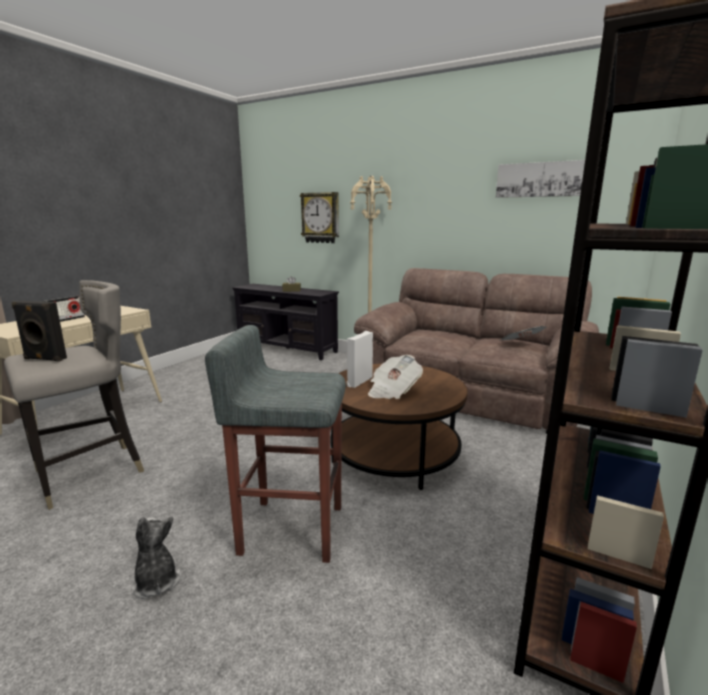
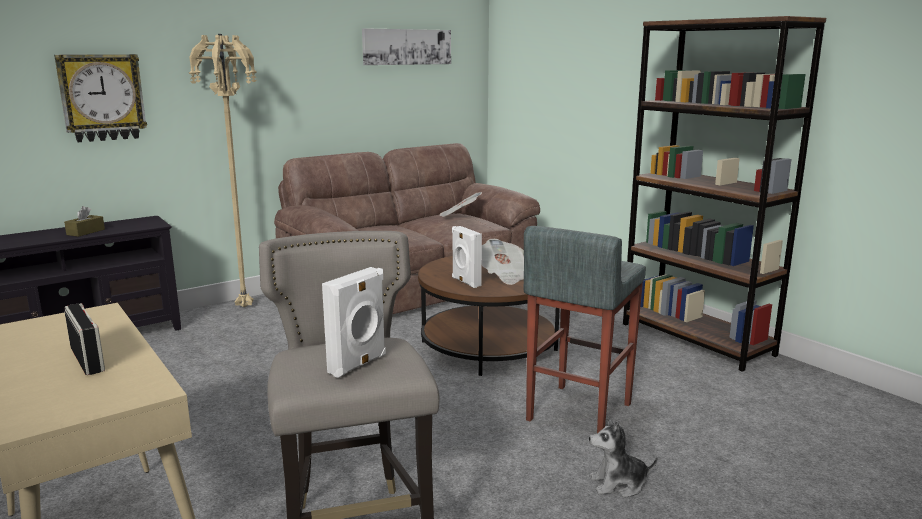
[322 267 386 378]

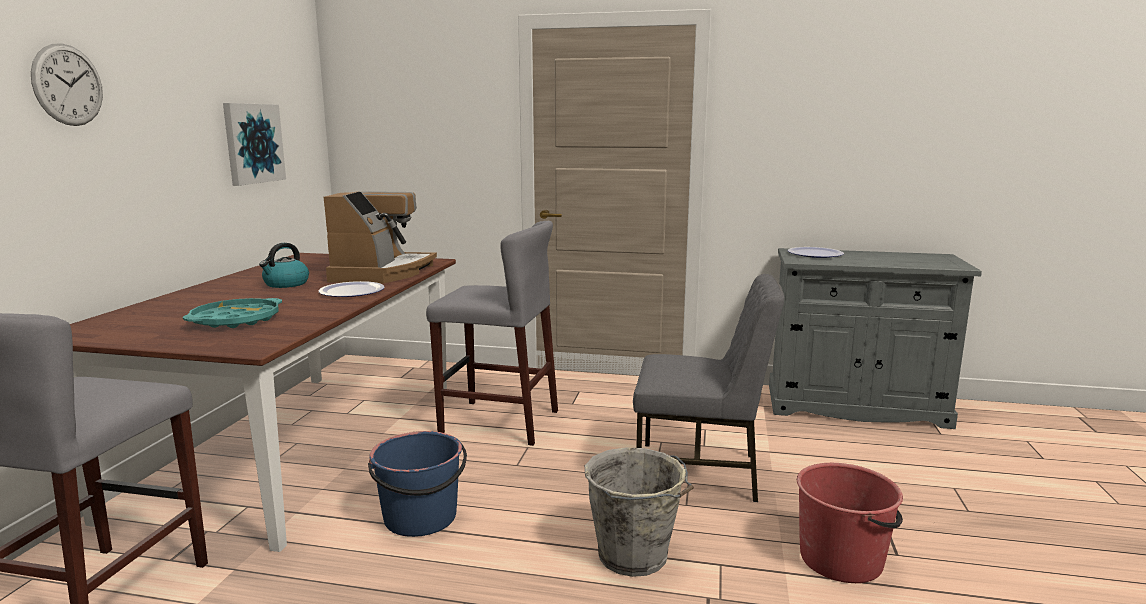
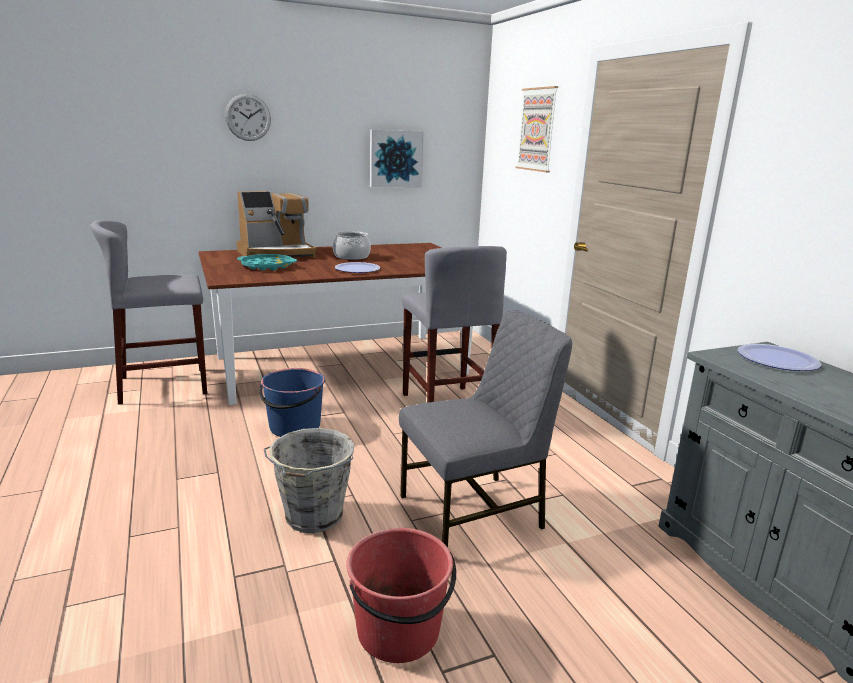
[237 191 316 258]
[333 231 371 260]
[399 310 572 547]
[515 86 558 172]

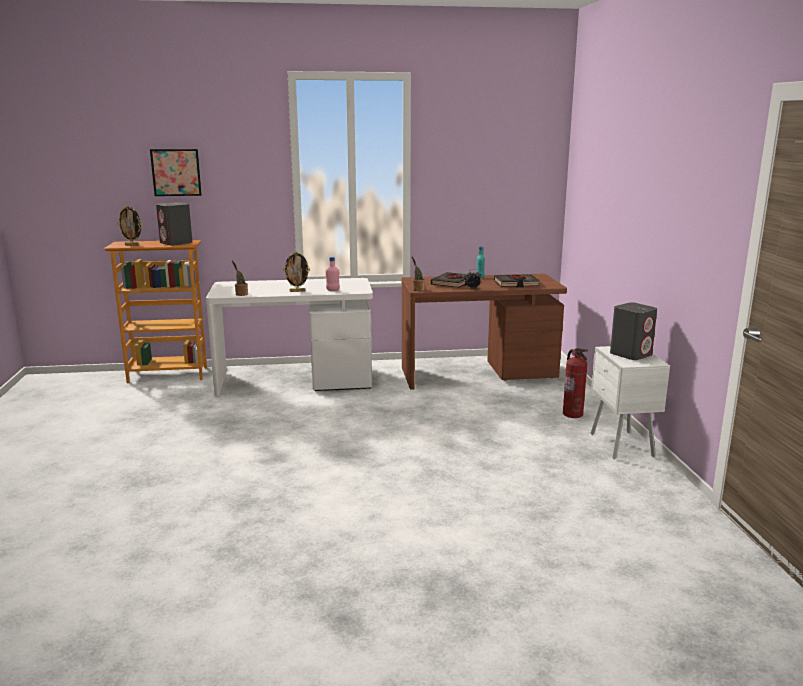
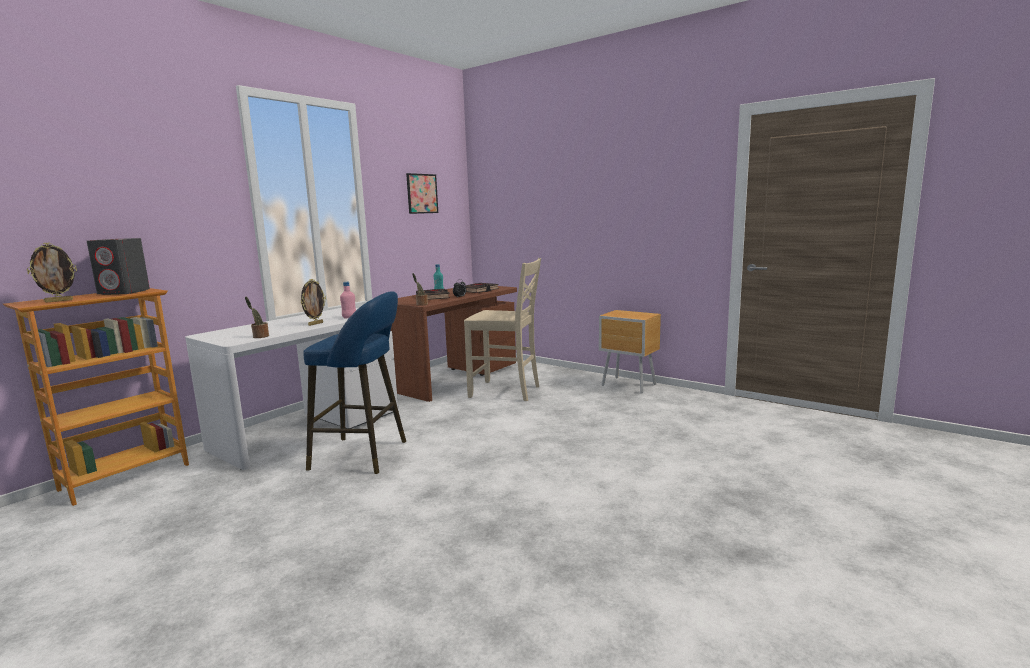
[406 173 438 214]
[610 302 657 360] (first image)
[599 310 661 393]
[563 348 588 418] (first image)
[464 258 541 401]
[303 291 406 474]

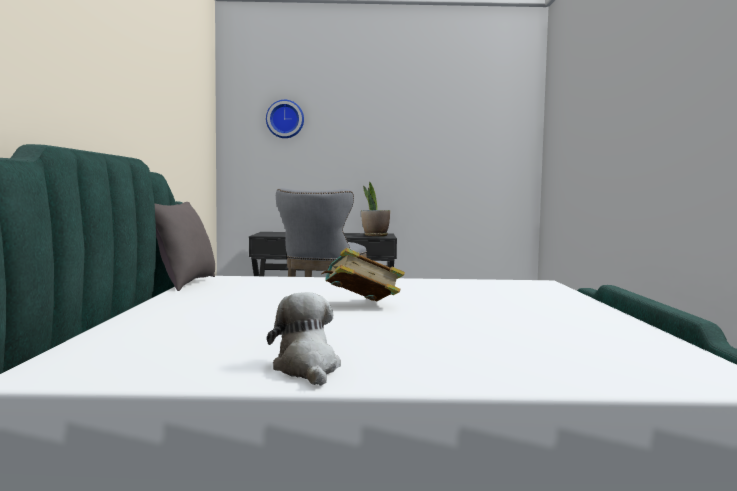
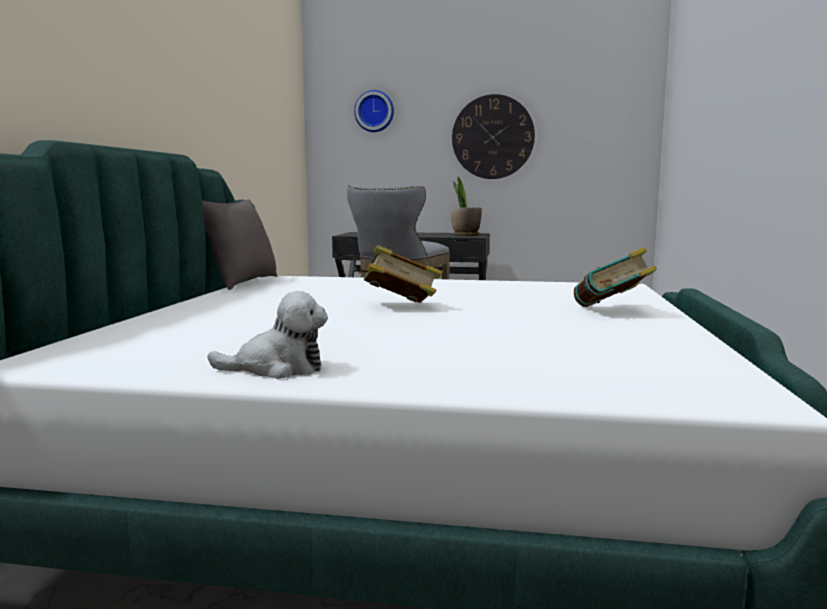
[207 291 328 379]
[452 94 535 179]
[574 247 657 307]

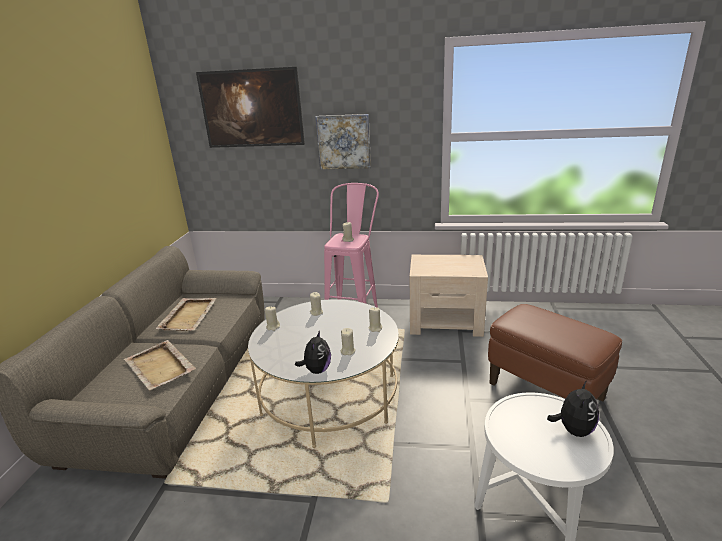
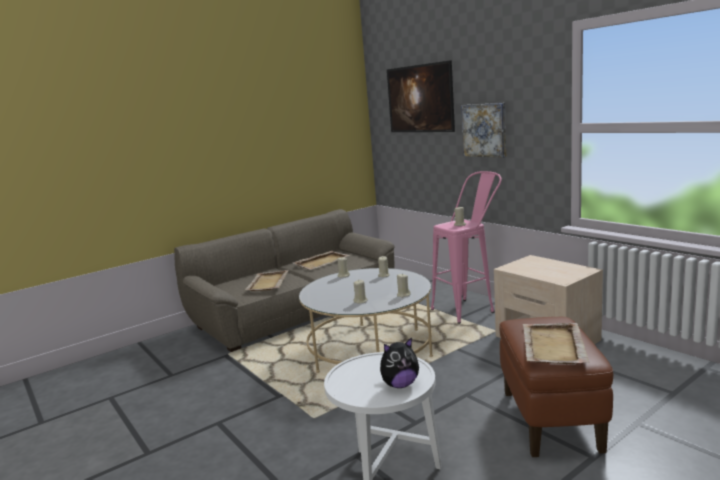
[295 330 331 374] (first image)
[522 323 590 364]

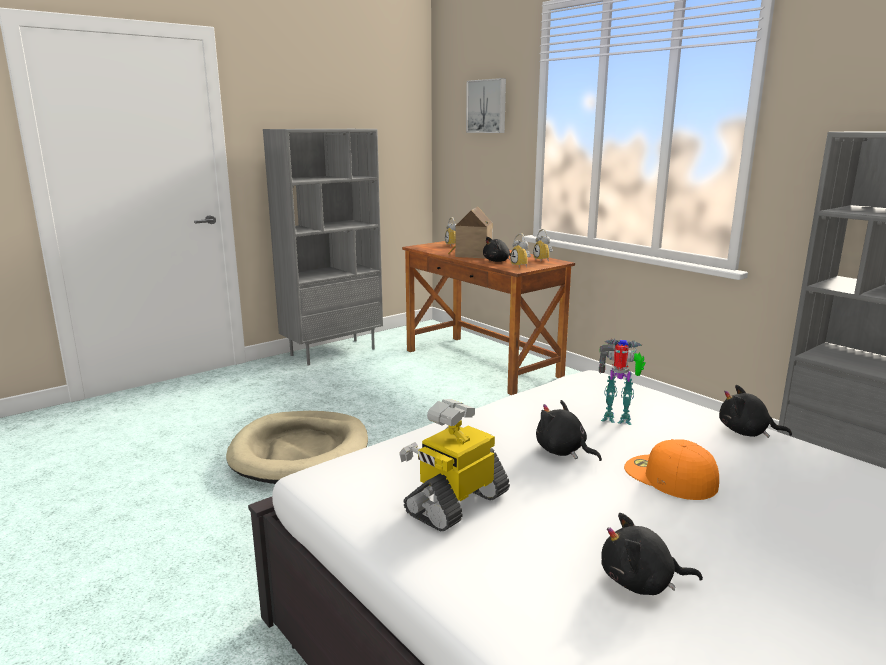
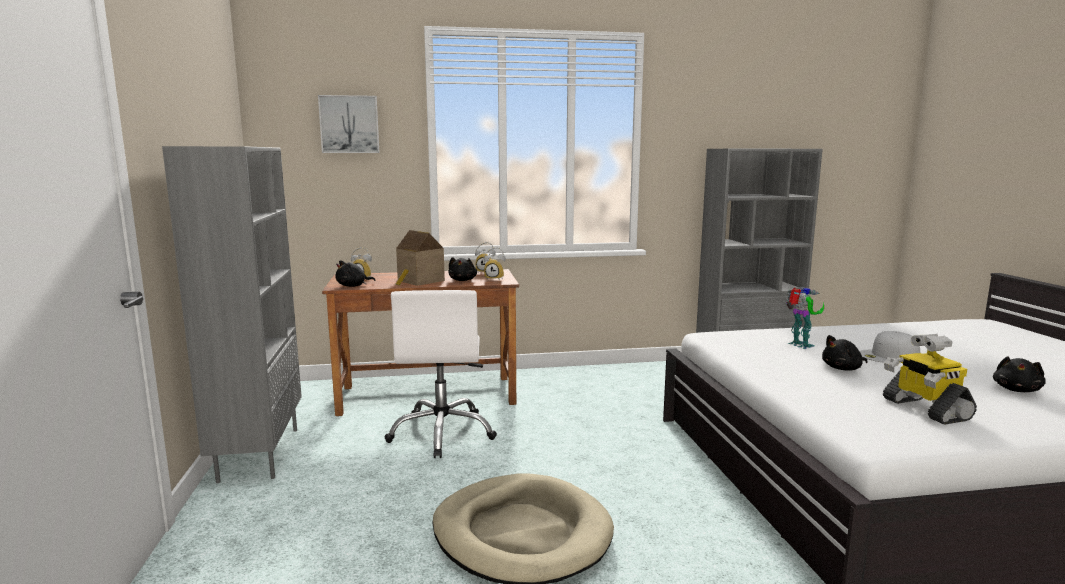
[786 287 824 349]
[335 260 376 287]
[860 331 920 362]
[384 290 497 458]

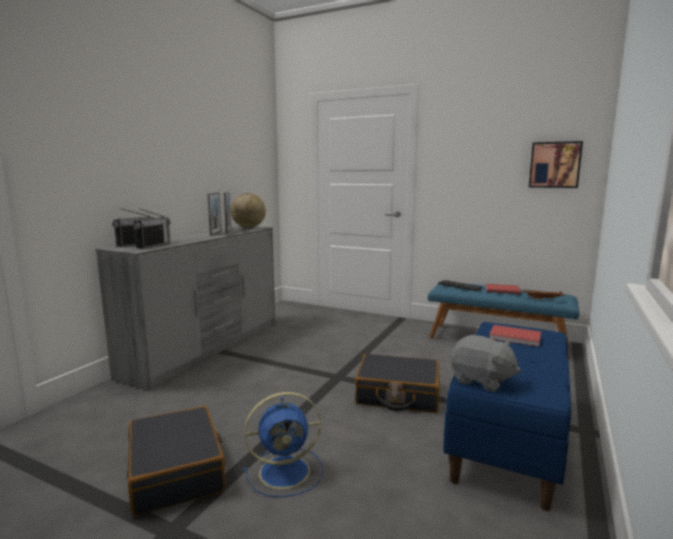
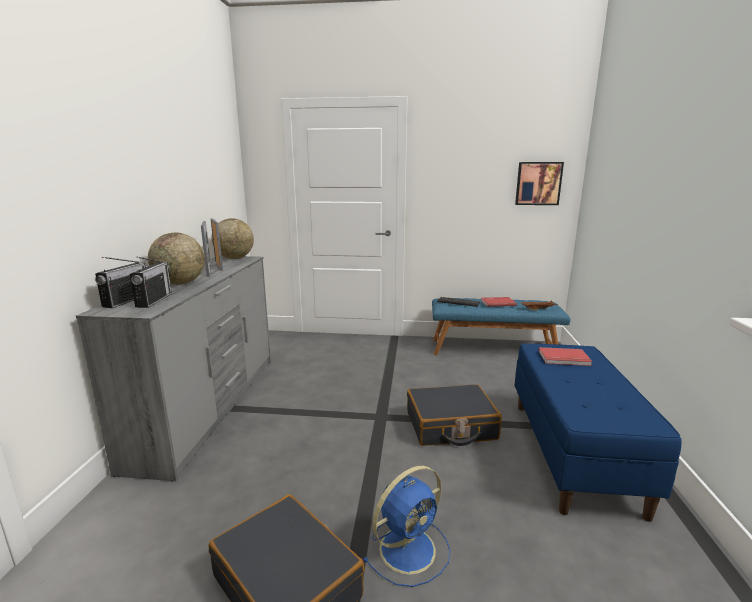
[451 335 521 392] (first image)
[148 232 205 285]

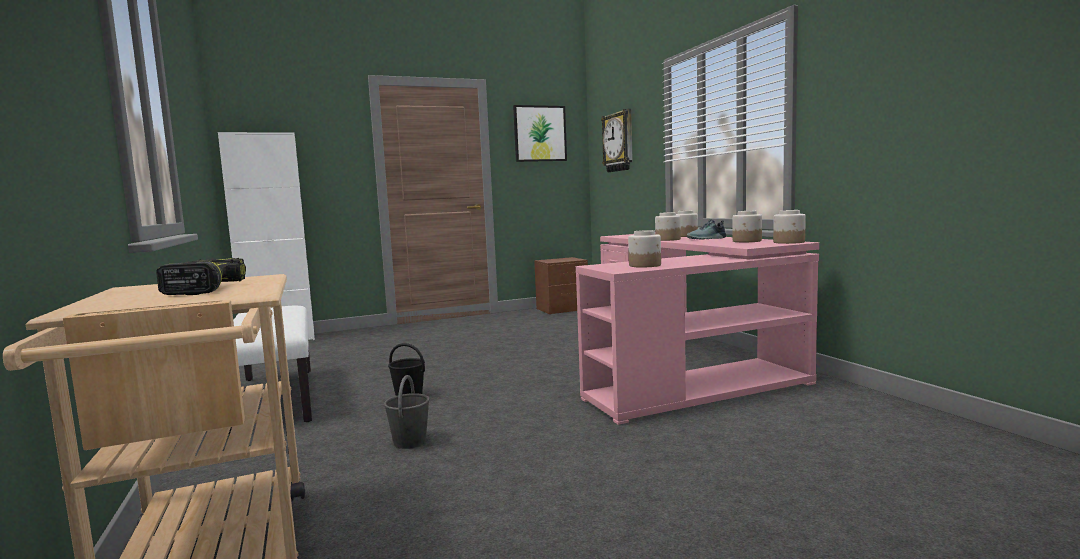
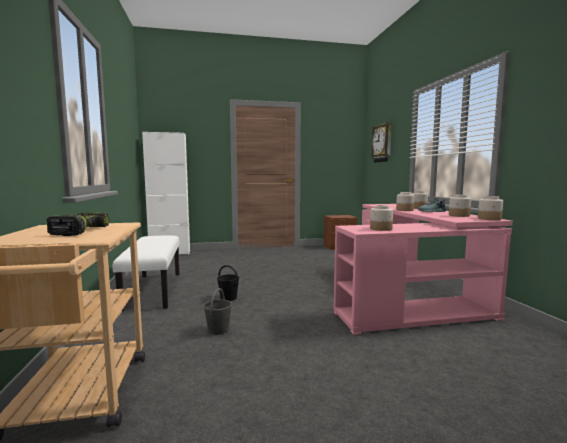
[513 105 567 162] (first image)

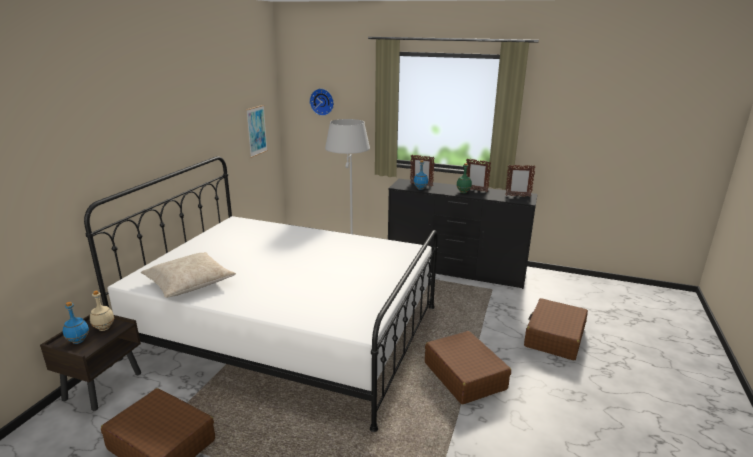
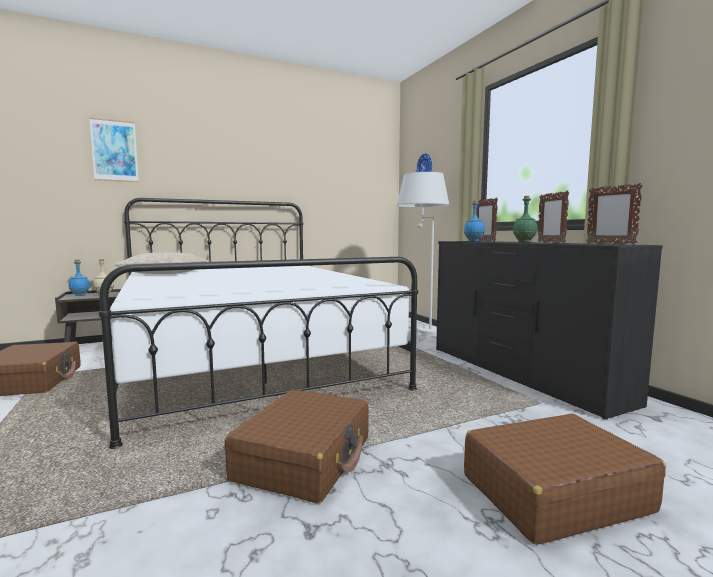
[89 117 139 182]

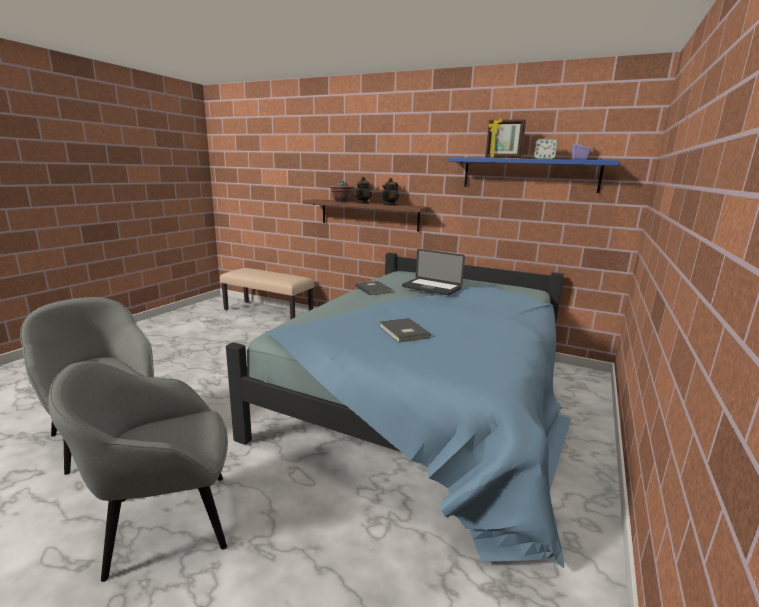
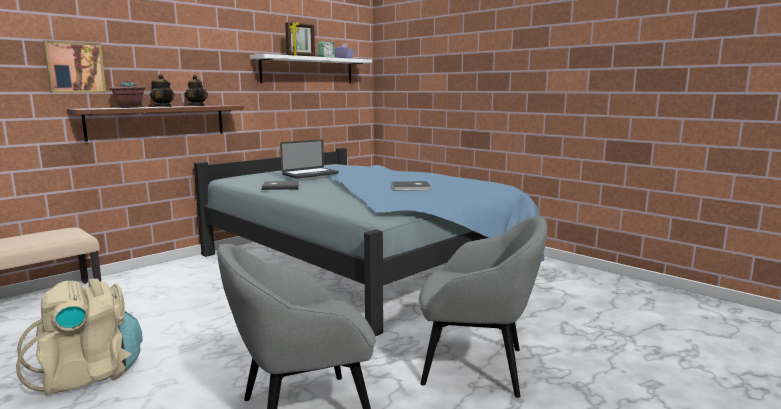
[250 54 372 84]
[419 216 547 398]
[43 40 106 93]
[16 279 142 396]

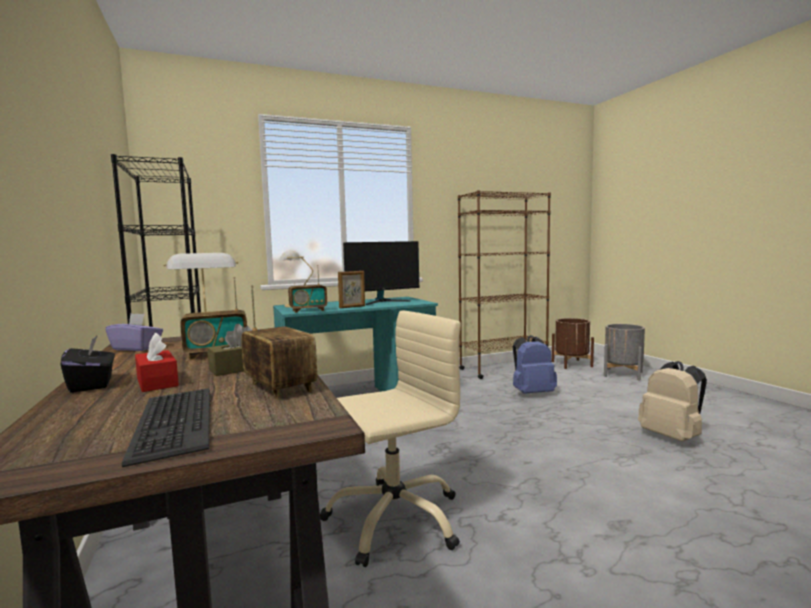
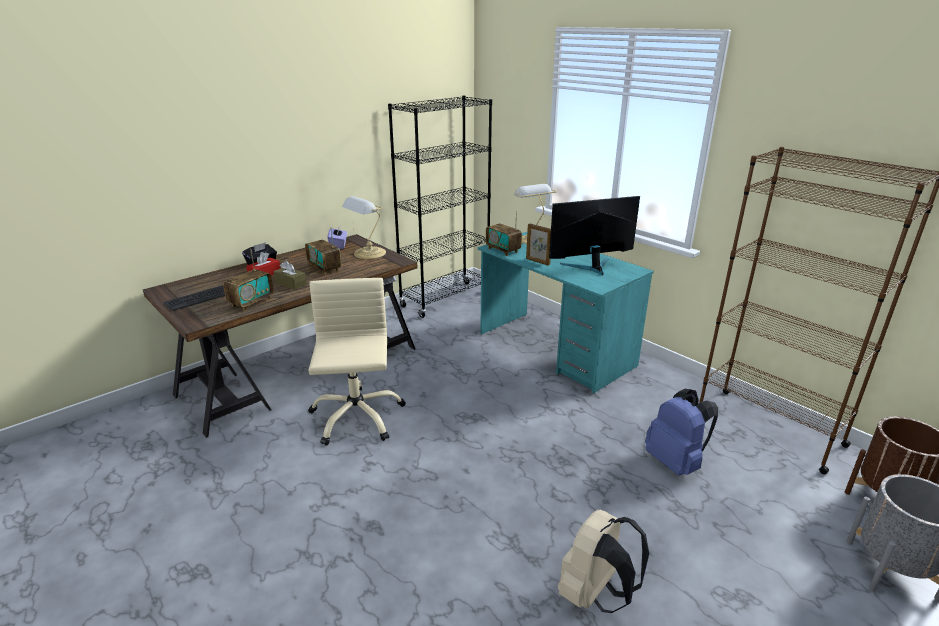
[549 196 640 275]
[308 278 406 445]

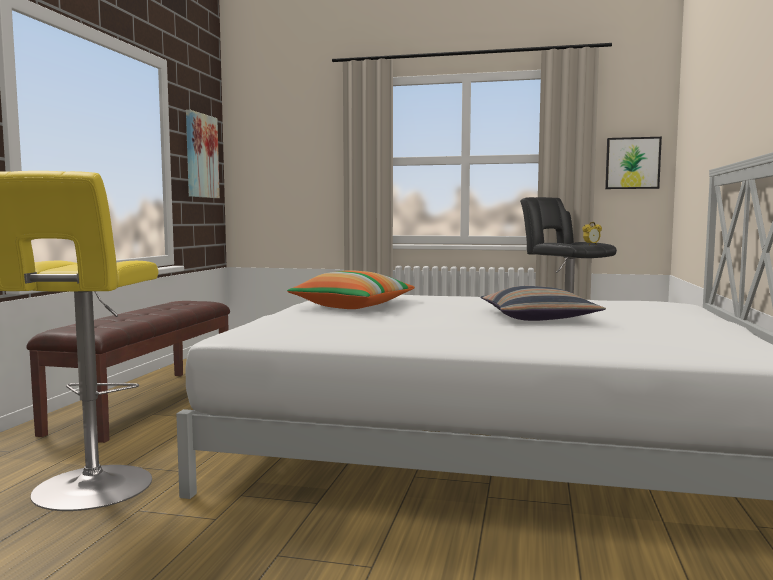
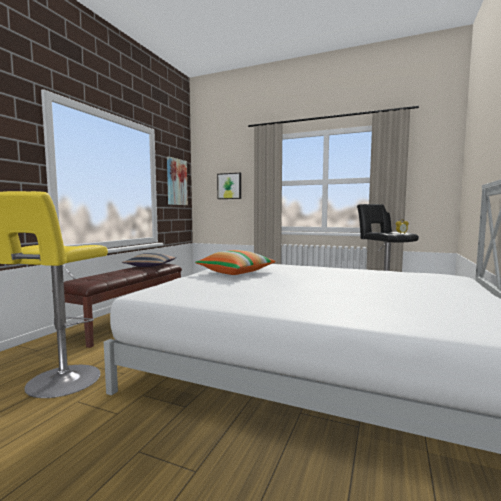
[217 173 241 199]
[122 253 177 267]

